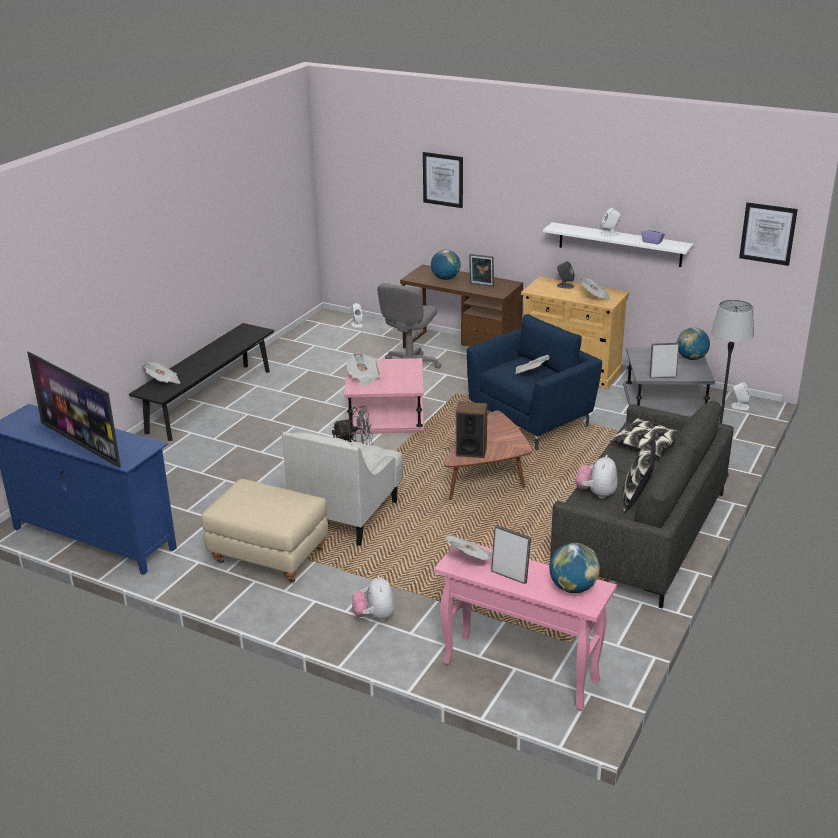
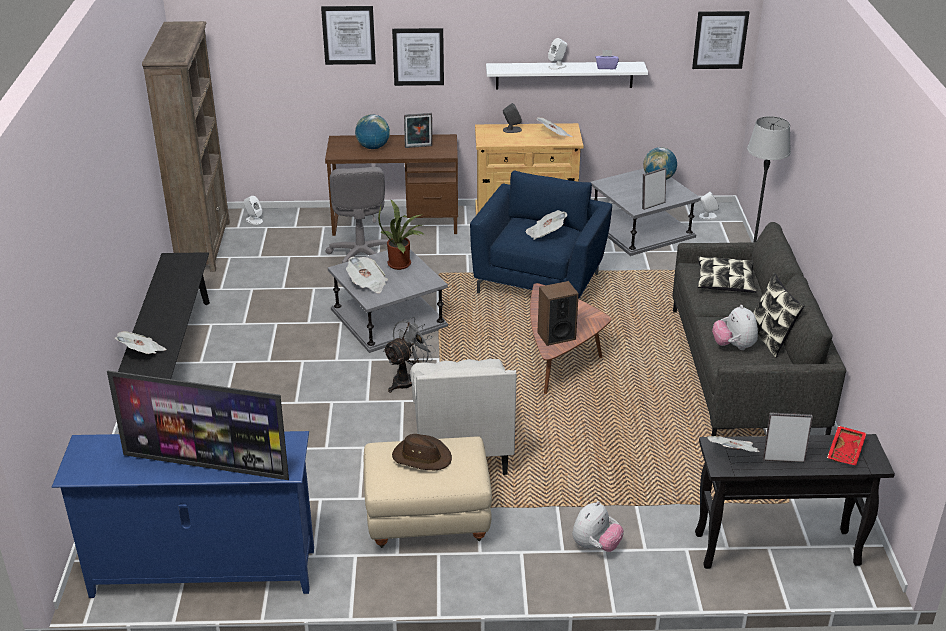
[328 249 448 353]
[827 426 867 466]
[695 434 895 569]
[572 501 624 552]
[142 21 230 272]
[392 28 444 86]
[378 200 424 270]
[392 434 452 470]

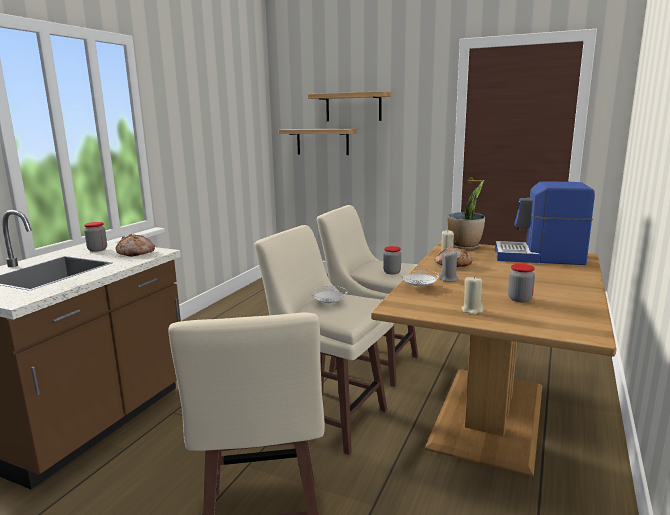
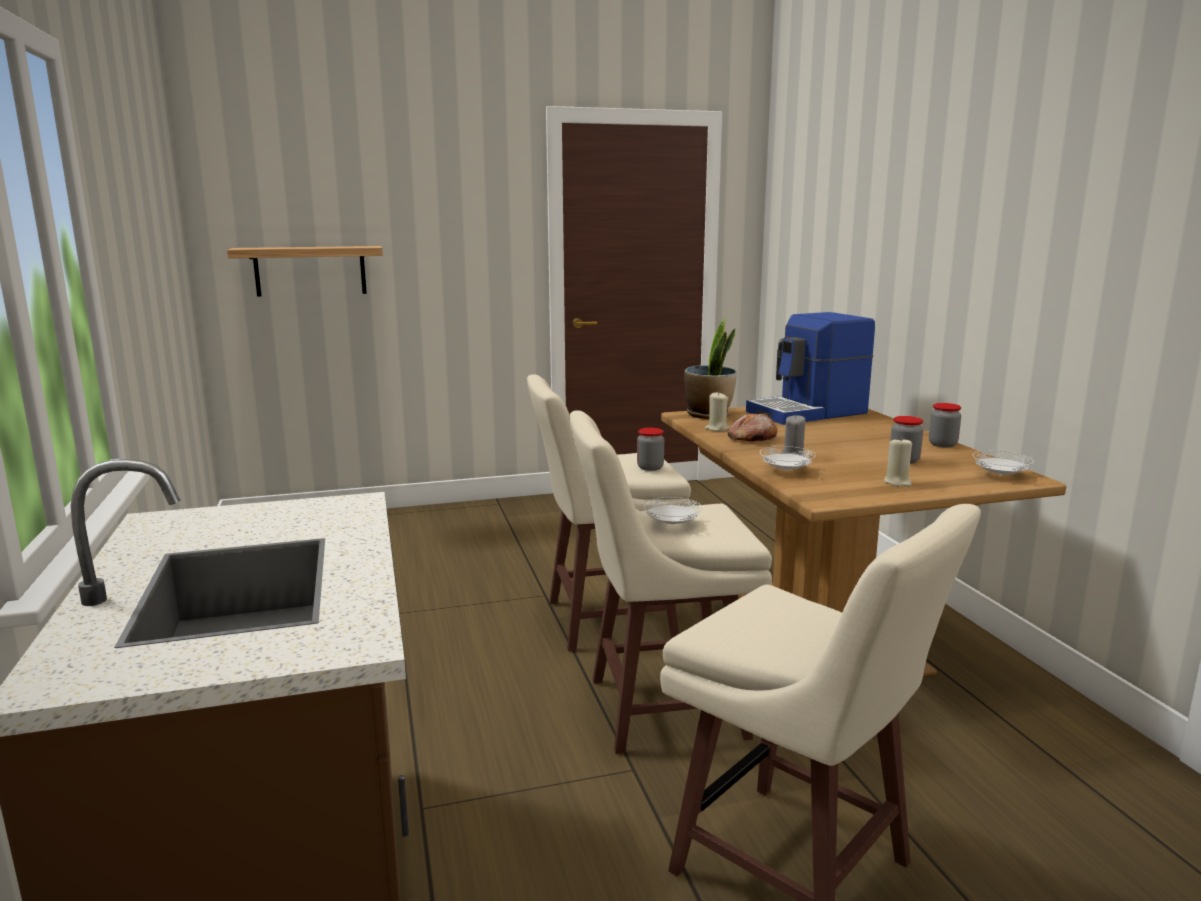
[308 91 391 121] (first image)
[929 403 961 448]
[116 234 155 257] (first image)
[973 450 1034 476]

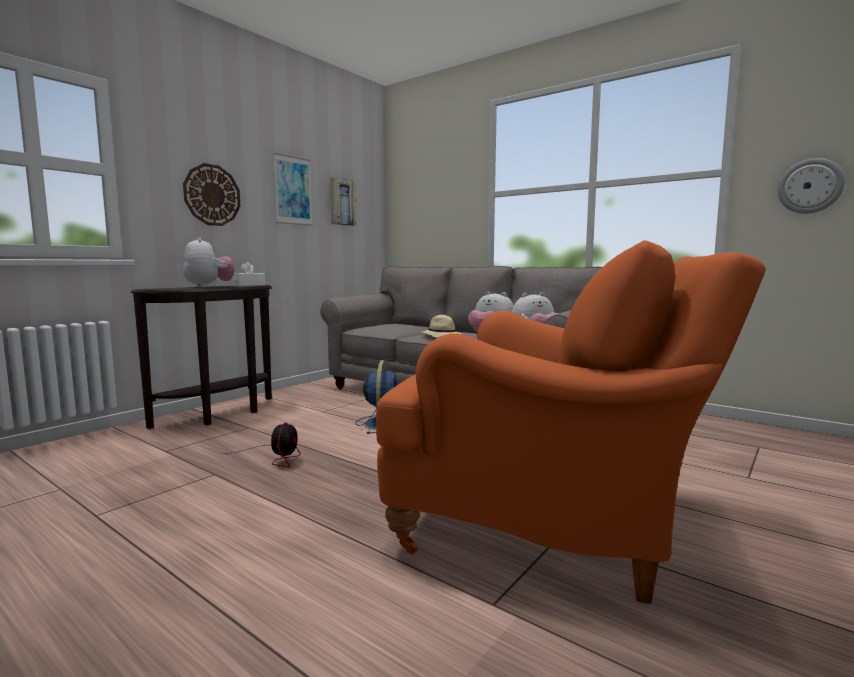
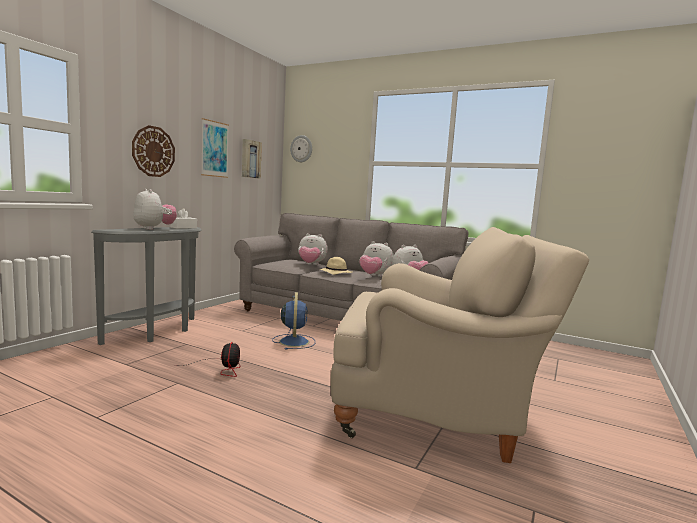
[290 135 312 162]
[331 227 589 463]
[91 227 202 345]
[298 233 328 265]

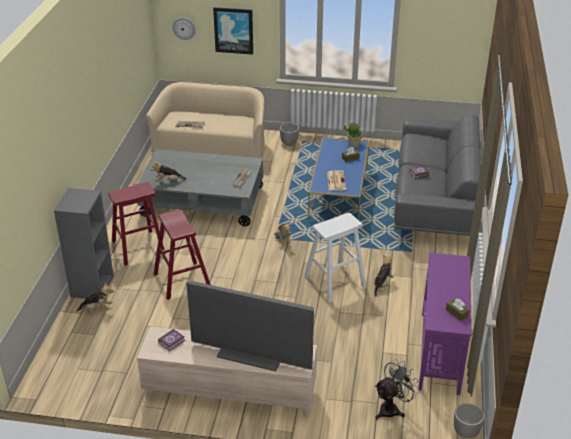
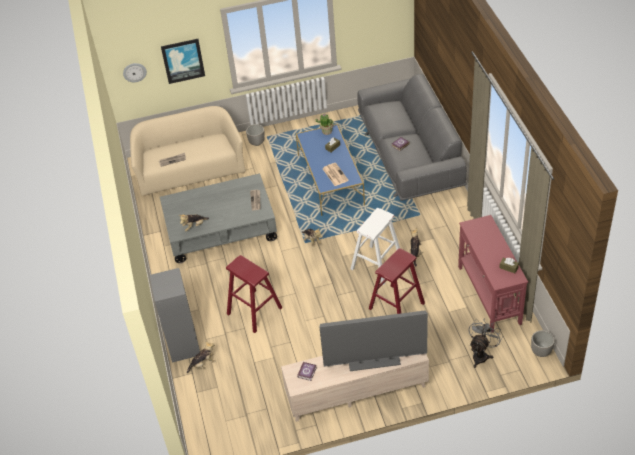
[369 248 425 314]
[458 215 528 333]

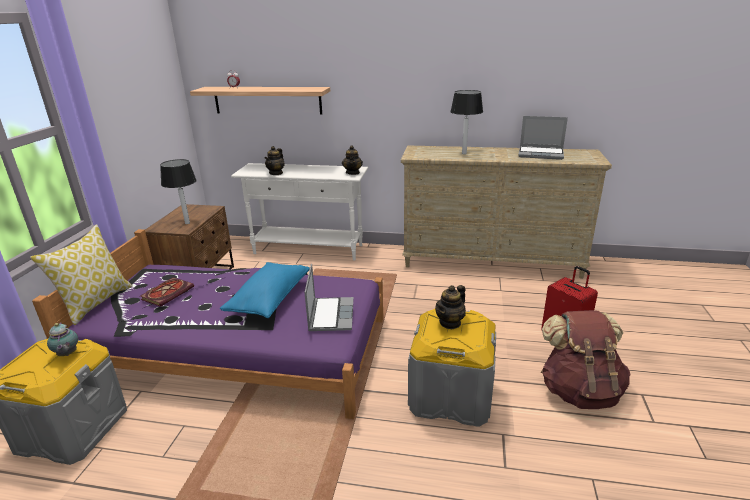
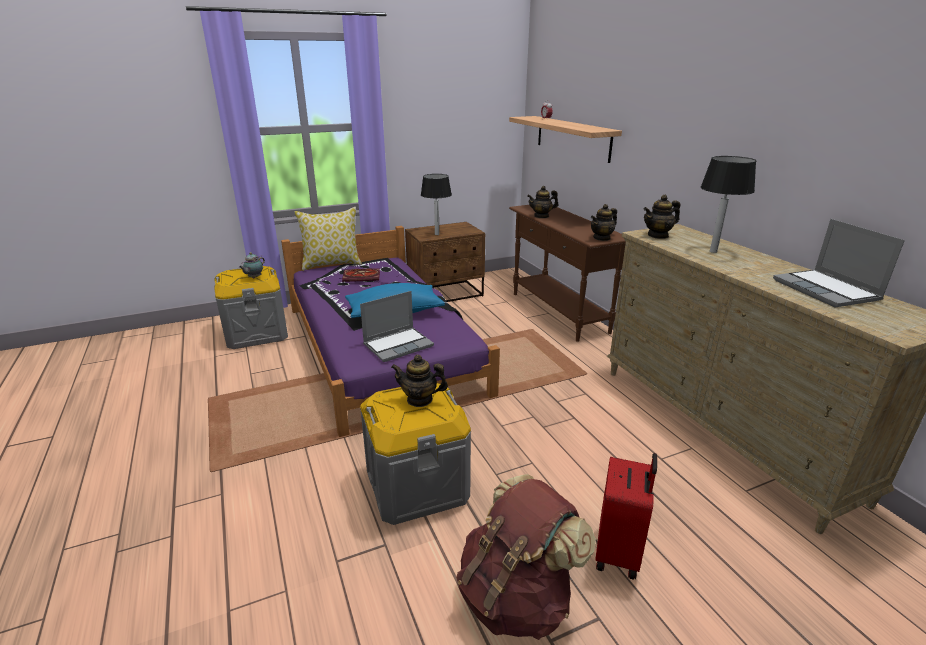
[509 205 626 342]
[644 195 680 239]

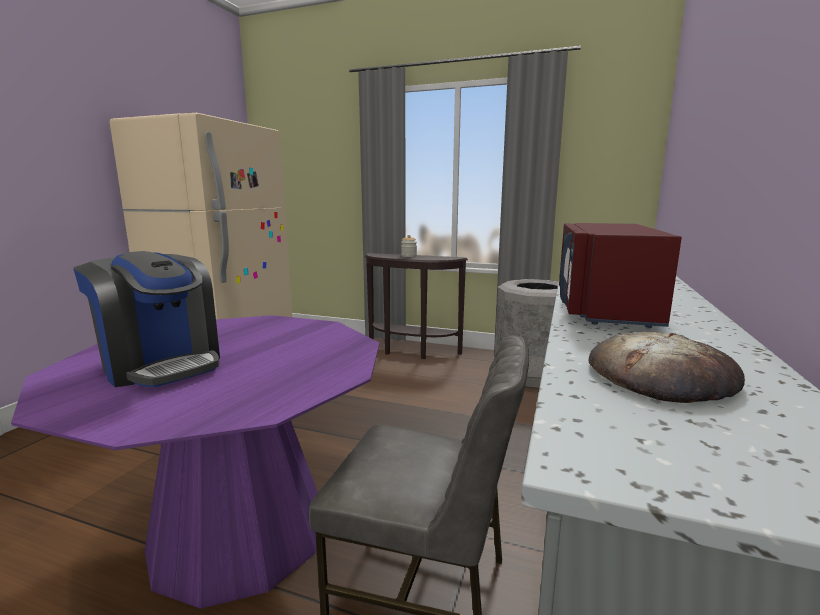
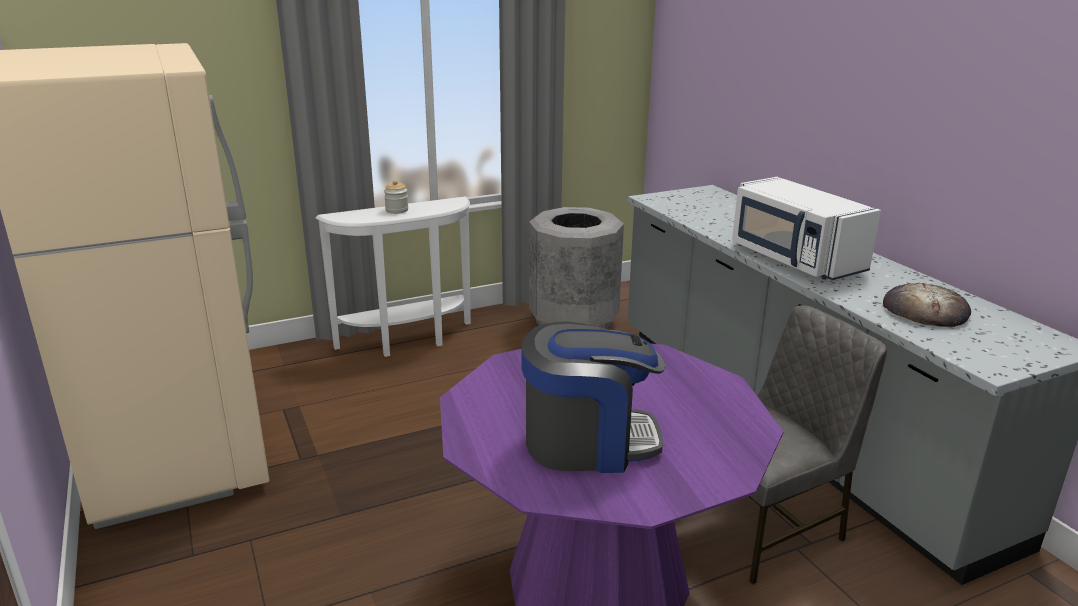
[732 177 881 280]
[316 196 471 357]

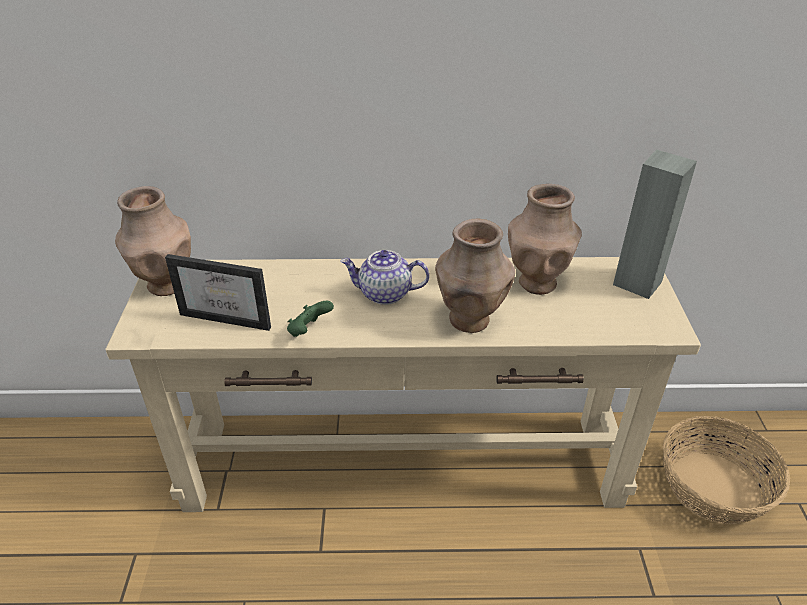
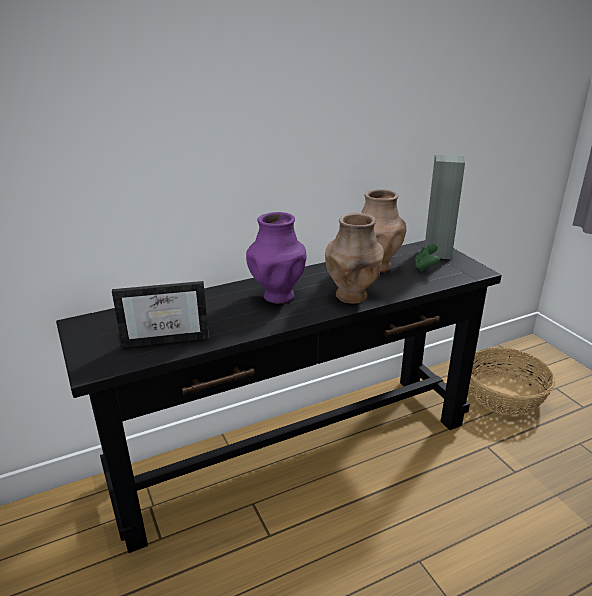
[115 186 191 296] (first image)
[246 212 307 304]
[56 240 502 553]
[415 244 440 272]

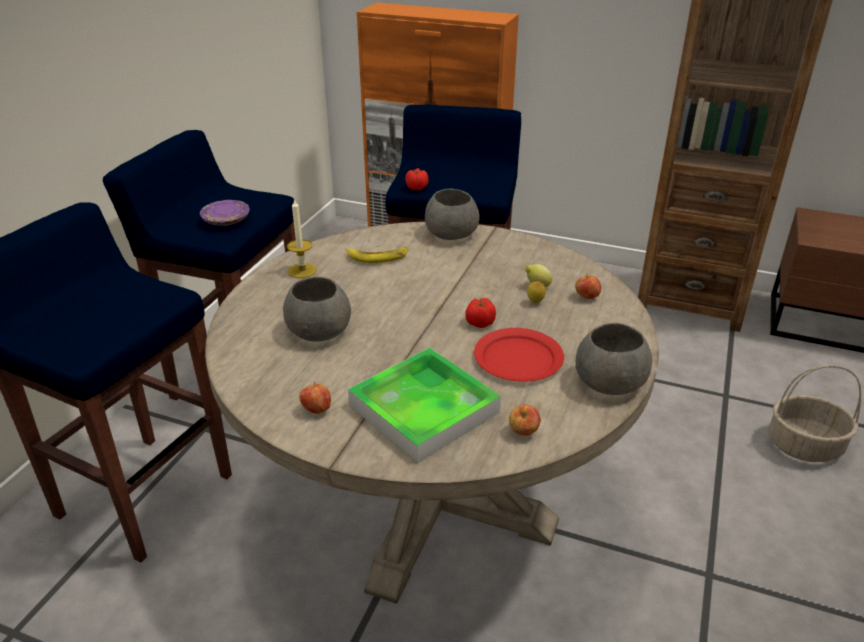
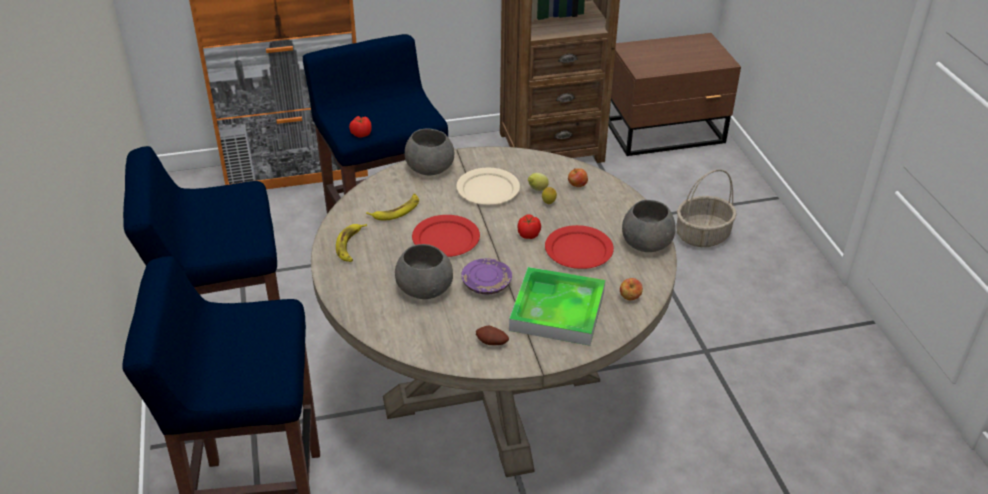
[336 224 367 262]
[461 258 512 294]
[476 326 509 345]
[456 168 520 205]
[412 215 480 257]

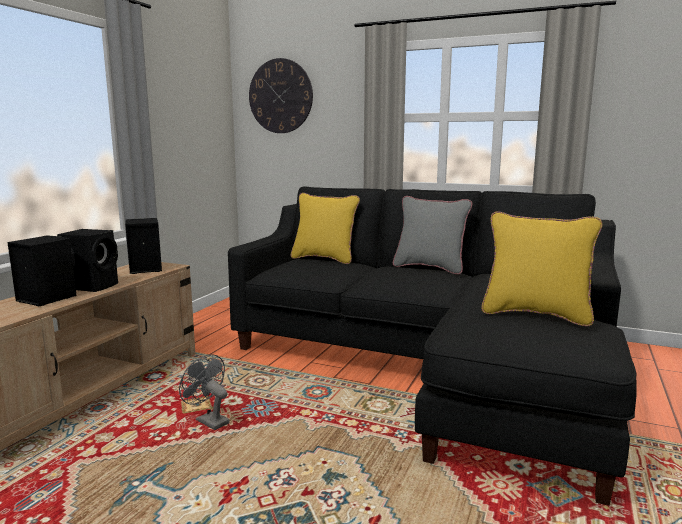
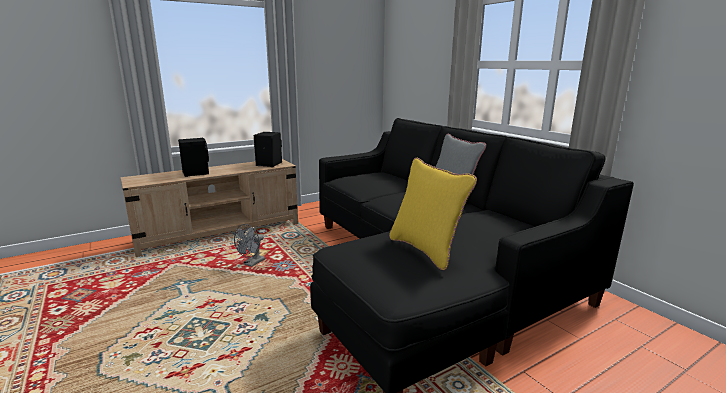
[249 58 313 133] (first image)
[291 193 360 264] (first image)
[57 229 118 292] (first image)
[234 224 265 267]

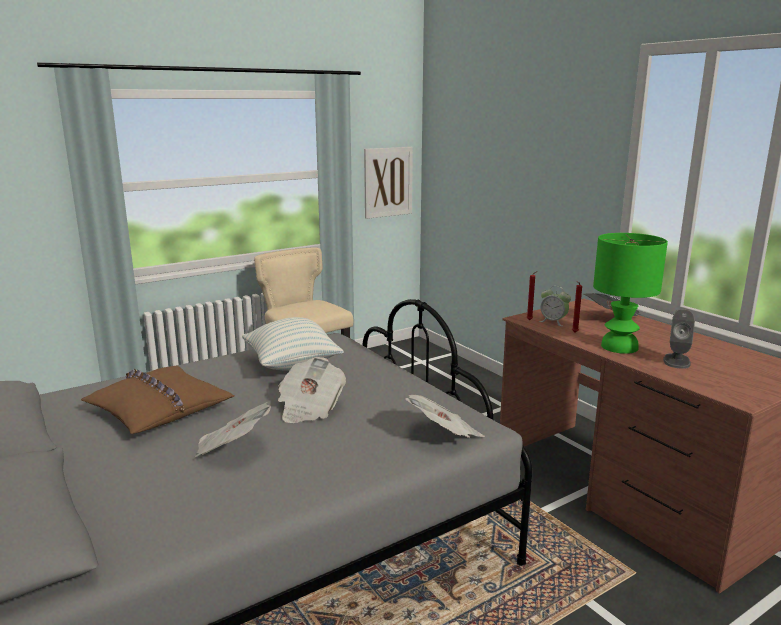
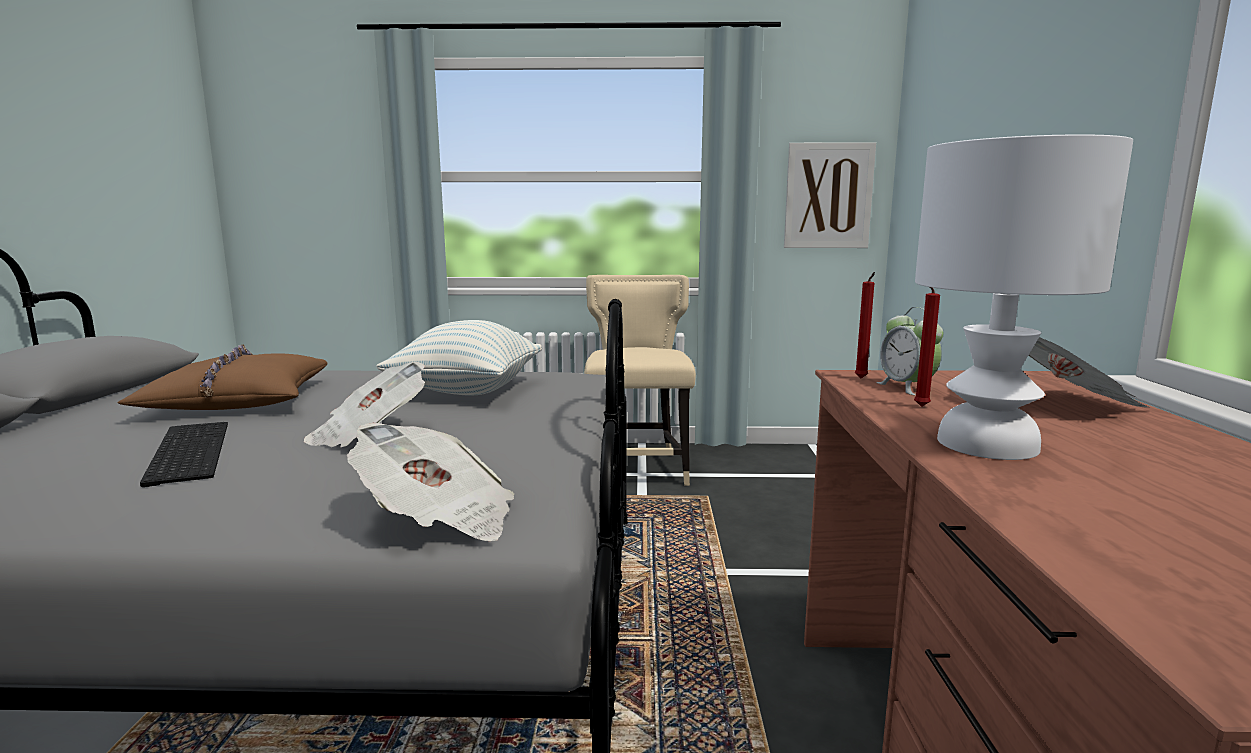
[915 134 1133 460]
[663 309 695 369] (first image)
[140 422 228 487]

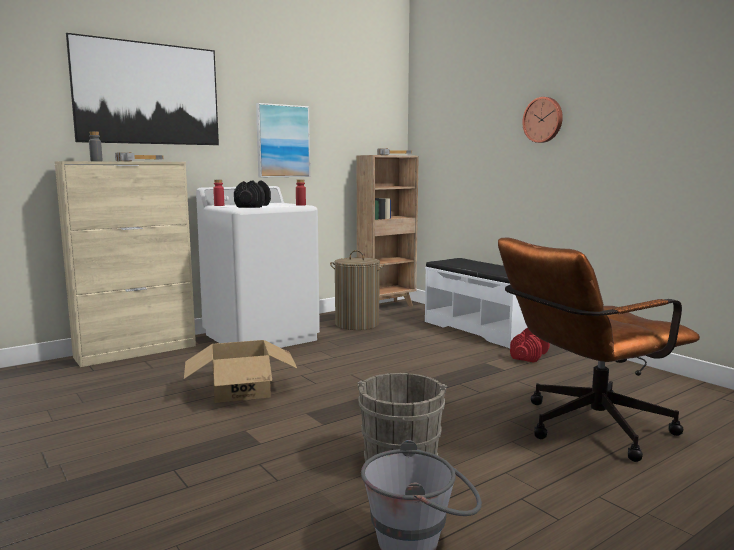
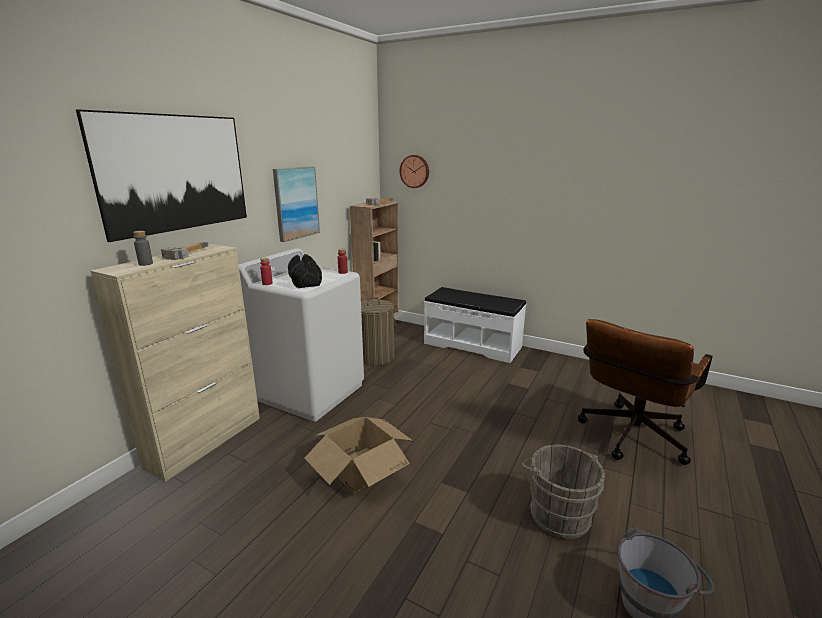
[400 155 429 188]
[510 328 550 362] (first image)

